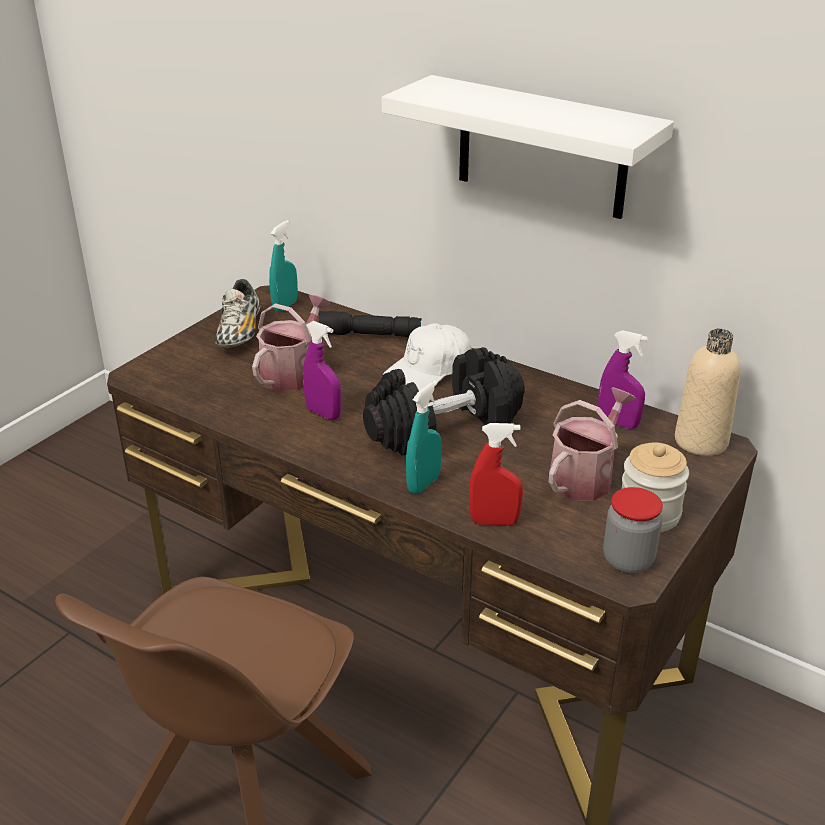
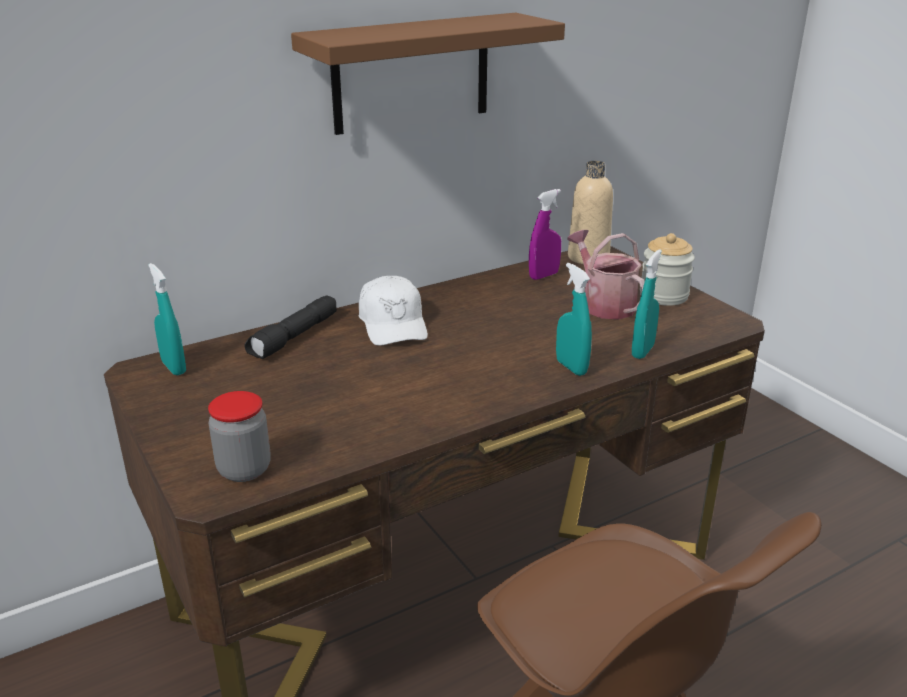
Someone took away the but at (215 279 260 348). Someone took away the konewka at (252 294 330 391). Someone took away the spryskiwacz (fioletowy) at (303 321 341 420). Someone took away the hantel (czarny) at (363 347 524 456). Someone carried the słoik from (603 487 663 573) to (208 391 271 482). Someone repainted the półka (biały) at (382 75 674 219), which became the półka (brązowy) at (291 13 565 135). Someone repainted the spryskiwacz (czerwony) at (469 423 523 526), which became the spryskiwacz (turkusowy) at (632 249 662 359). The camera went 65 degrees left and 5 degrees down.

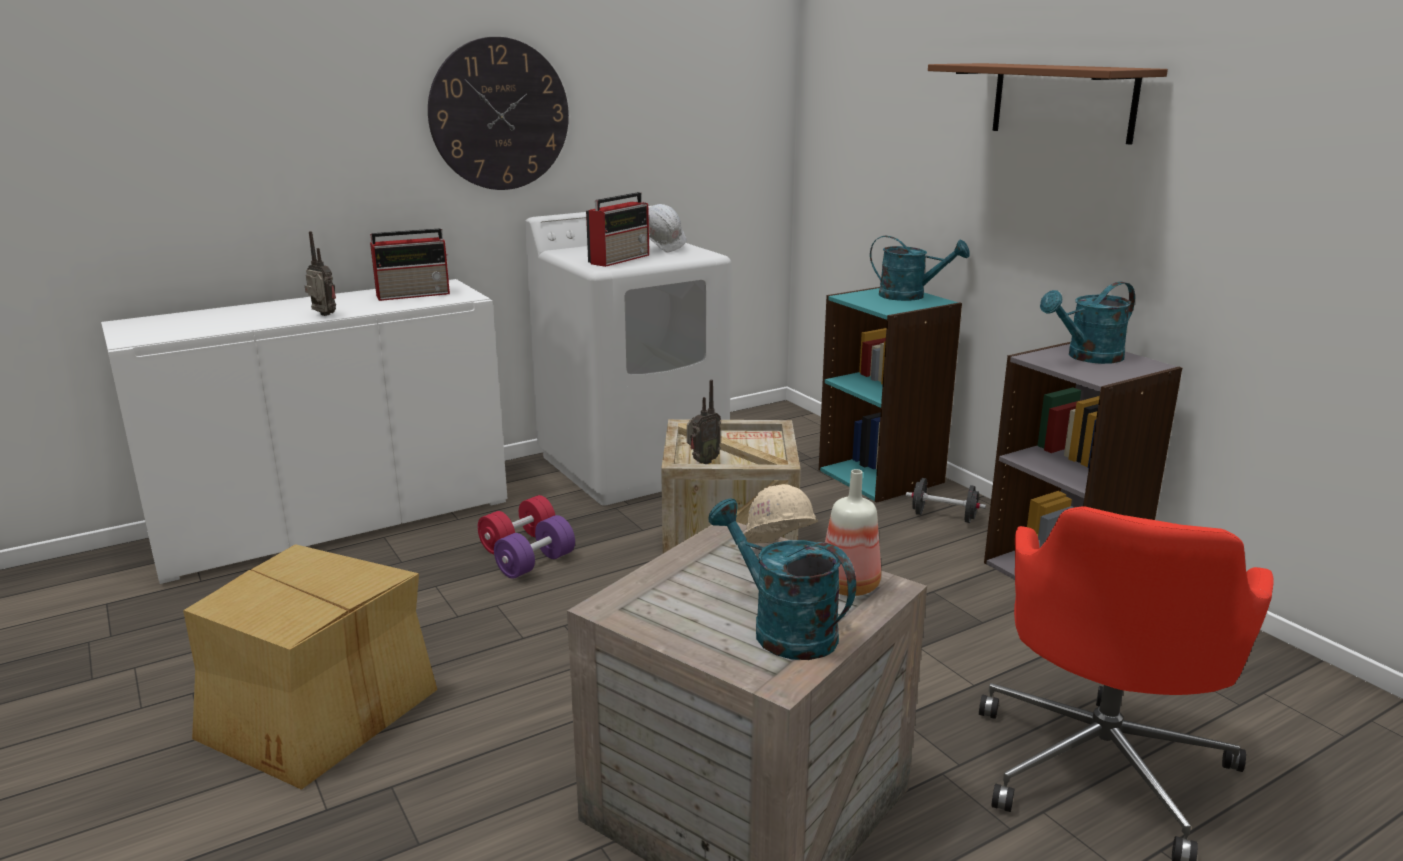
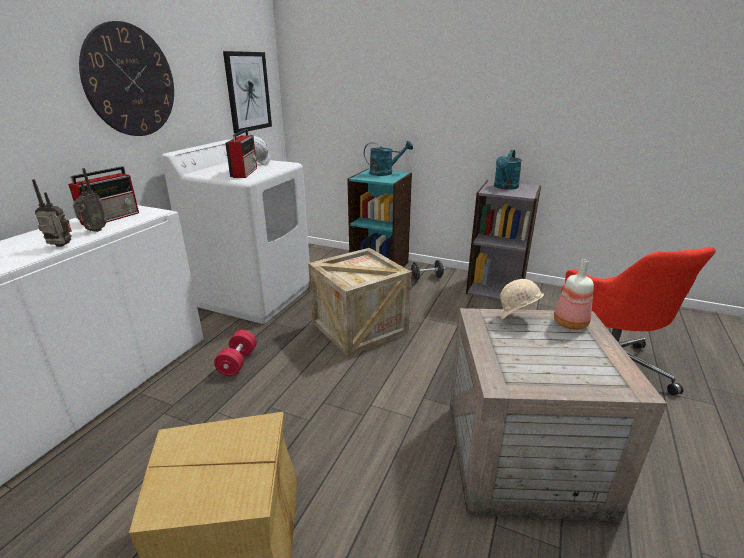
Someone took away the hantel (fioletowy) at (494 515 575 579). Someone took away the konewka (turkusowy) at (709 499 856 660). Someone took away the półka (brązowy) at (928 63 1168 145). Someone put up the obraz at (223 51 272 134). Someone carried the radio from (687 380 721 464) to (73 168 106 232). The camera went 35 degrees left and 5 degrees up.

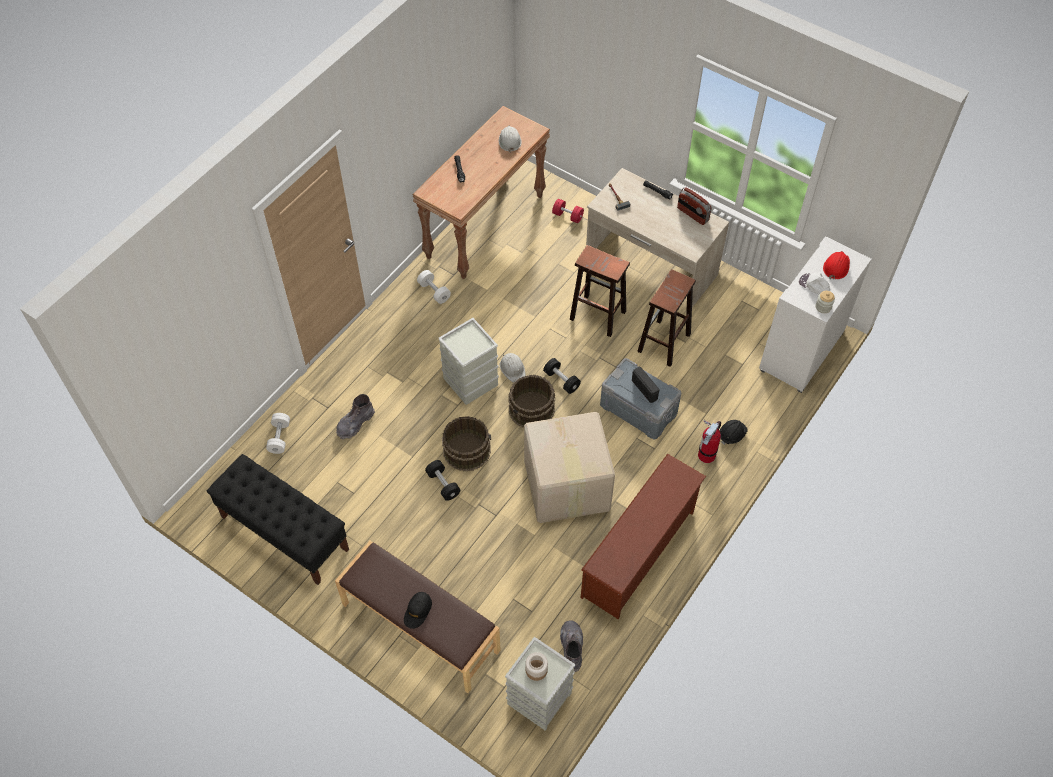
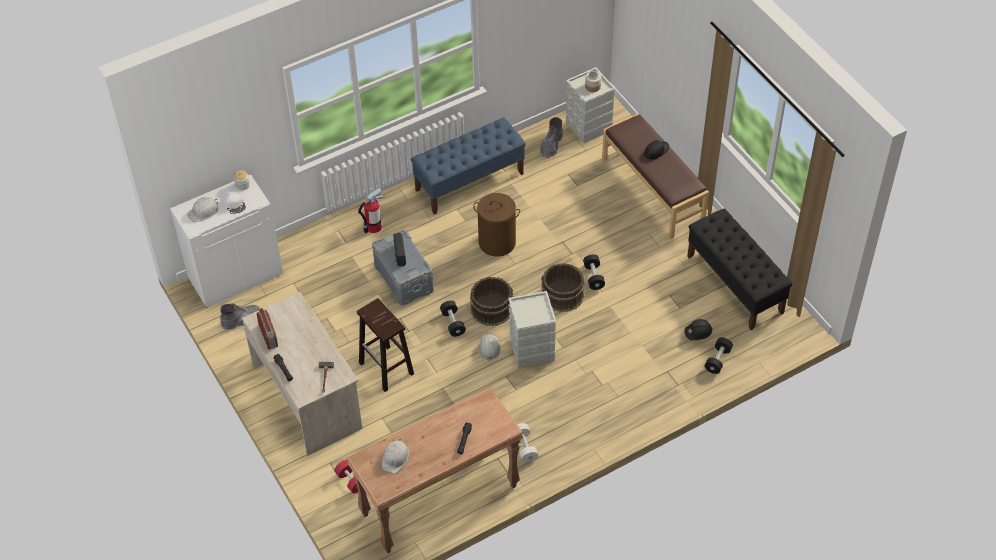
Someone took away the stołek (brązowy) at (637 269 696 367). Someone carried the but z cholewką (szary) from (336 394 375 440) to (220 303 260 330). Someone carried the kask (czarny) from (720 420 748 445) to (684 319 712 340). Someone swapped the karton at (524 412 615 523) for the kosz na pranie (brązowy) at (473 193 520 257). Someone swapped the regał na buty (brązowy) at (581 454 706 619) for the ławka (niebieski) at (411 117 526 214). Someone repainted the hantel (biały) at (266 413 290 454), which became the hantel (czarny) at (705 337 733 374). Someone repainted the kask (czerwony) at (823 251 850 280), which became the kask (biały) at (188 197 219 222). The camera went 155 degrees left and 5 degrees down.

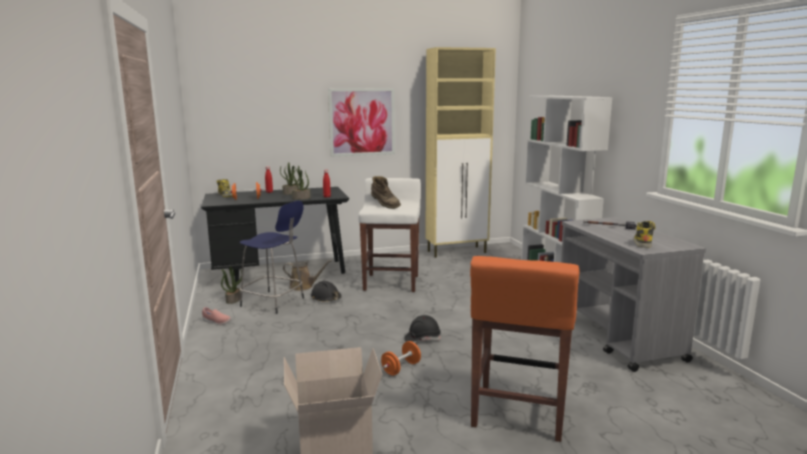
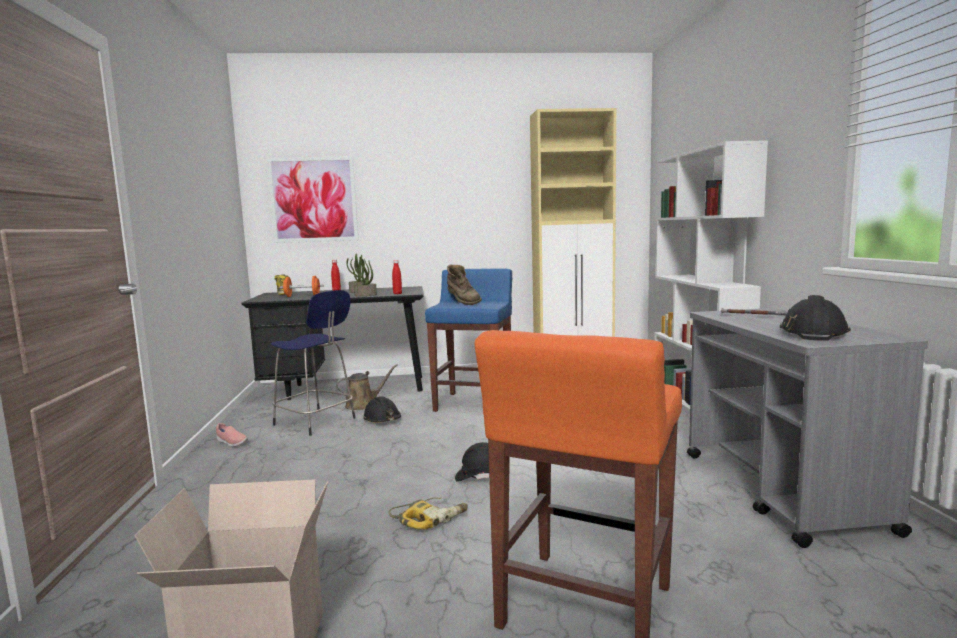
Someone took away the roślina doniczkowa at (221 266 242 304). Someone carried the obraz from (328 88 395 157) to (267 156 359 243). Someone swapped the hantel (pomarańczowy) at (381 341 421 376) for the wiertarka at (388 498 468 530). Someone swapped the but z cholewką at (634 221 655 248) for the kask (czarny) at (780 295 851 341). Someone repainted the stołek (biały) at (358 178 421 292), which became the stołek (niebieski) at (425 269 512 412). Someone rotated the konewka (brązowy) at (283 260 332 291) by 45 degrees counterclockwise. The camera went 10 degrees right and 5 degrees down.

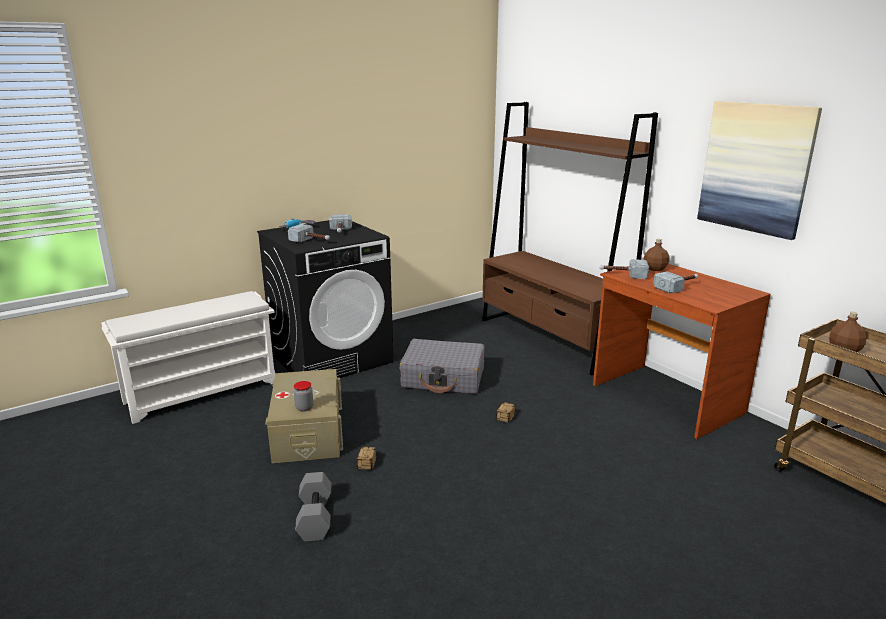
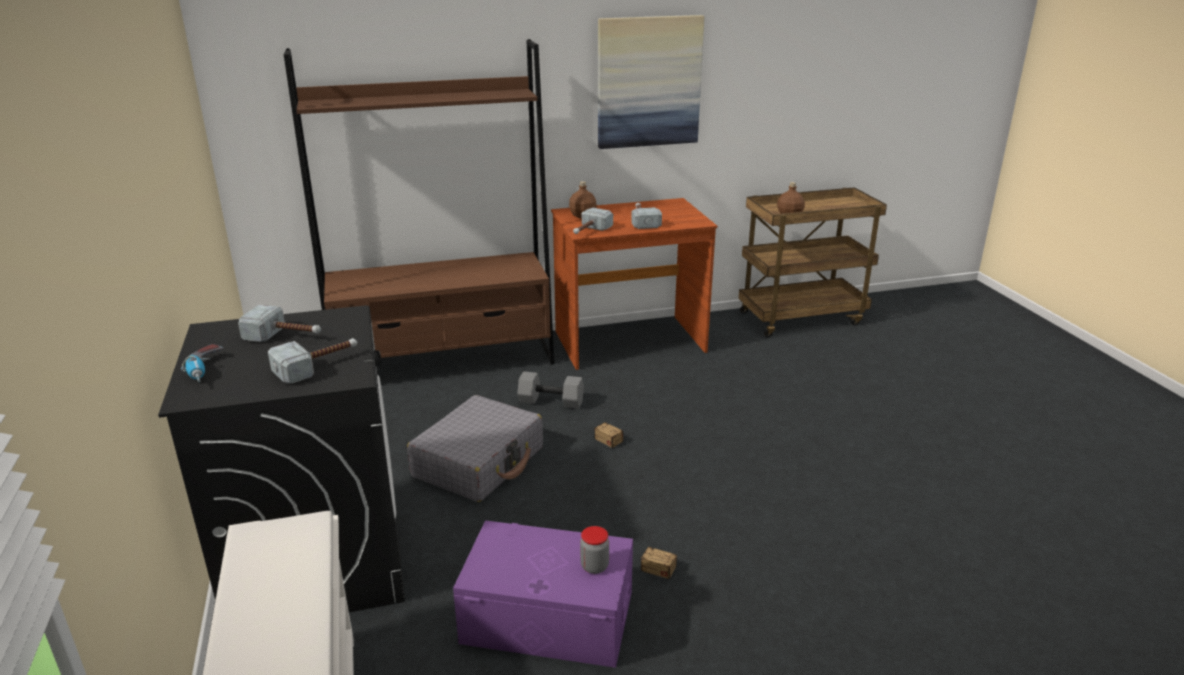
Someone carried the hantel (szary) from (295 472 331 541) to (517 371 584 409). Someone repainted the pojemnik do przechowywania (beżowy) at (265 369 343 463), which became the pojemnik do przechowywania (fioletowy) at (453 520 633 668). The camera went 70 degrees left and 5 degrees up.

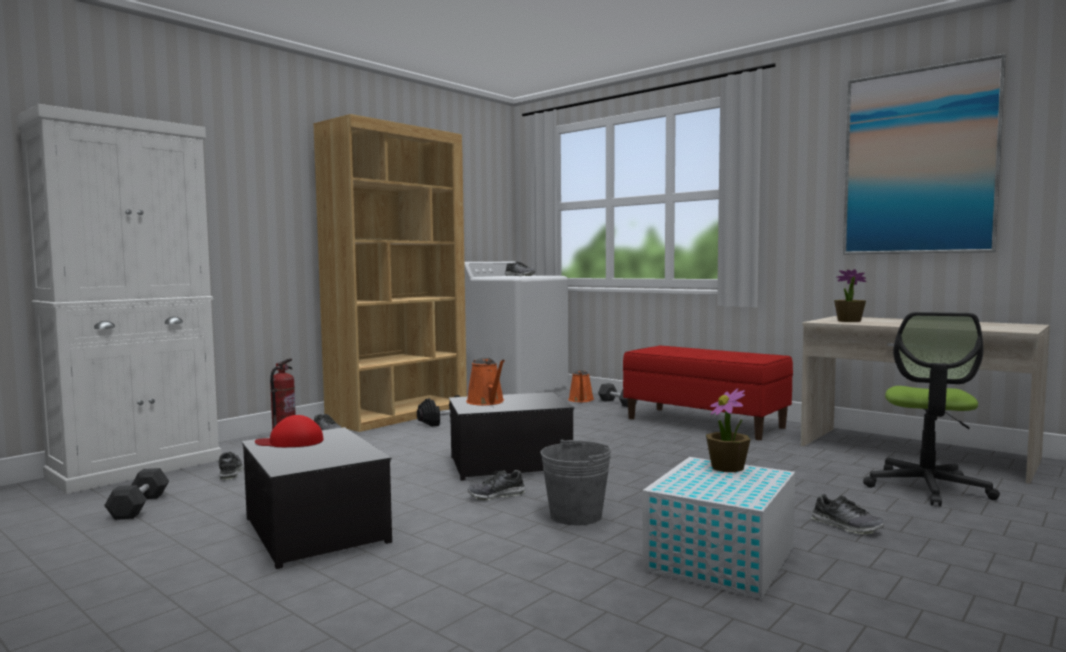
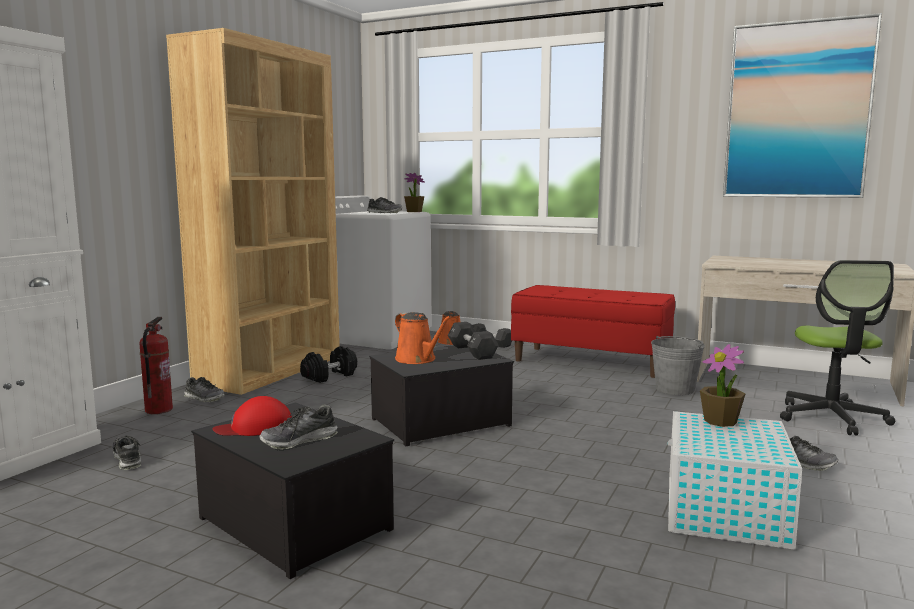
Someone carried the hantel (czarny) from (104 468 169 520) to (448 322 498 360). Someone carried the but from (468 470 525 501) to (259 405 338 450). Someone carried the wiadro (szary) from (540 439 611 525) to (651 336 705 395). Someone carried the roślina doniczkowa from (834 269 867 322) to (404 173 425 212). The camera went 15 degrees left and 5 degrees up.

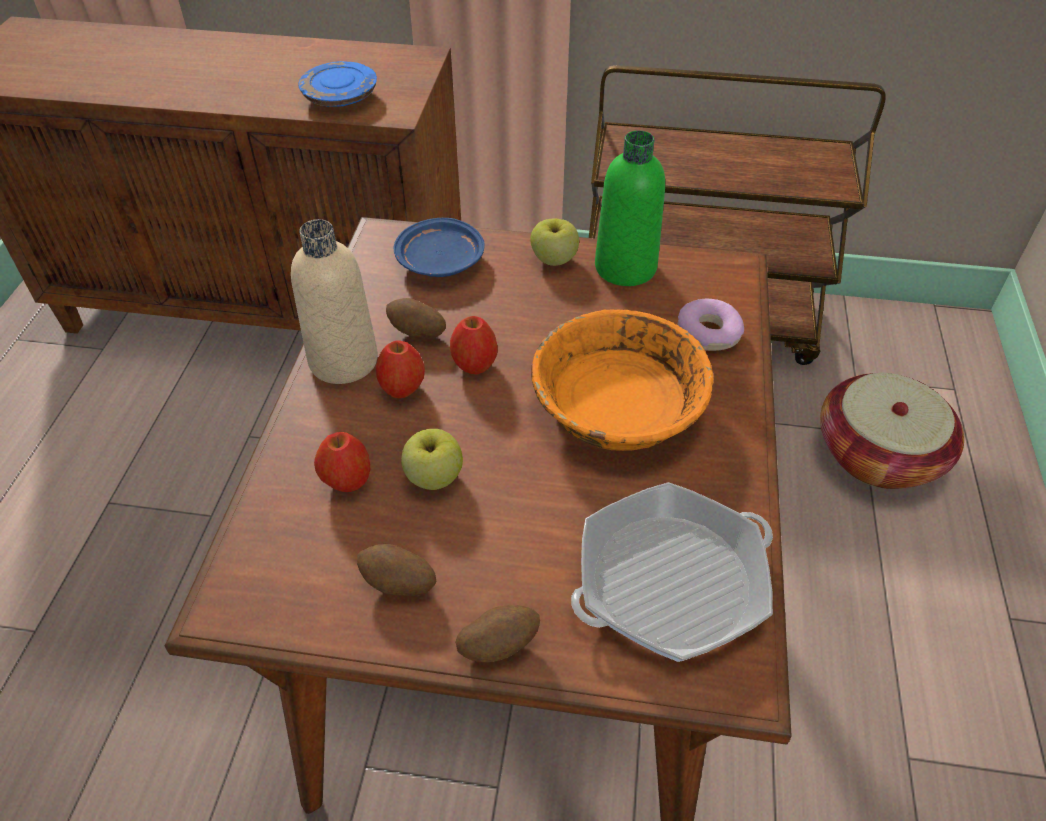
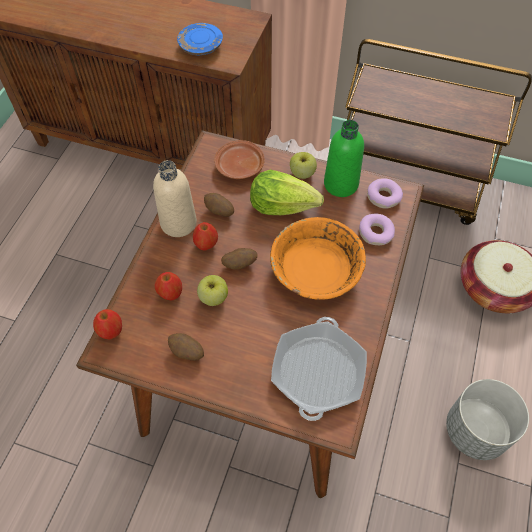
Someone put down the sałata at (250 170 324 215). Someone put down the donut at (367 178 403 209). Someone put down the donica (szary) at (446 379 529 460). Someone carried the jabłko from (450 316 498 374) to (93 309 122 339). Someone carried the ziemniak from (455 605 540 662) to (221 248 258 270). Someone repainted the talerz (niebieski) at (394 218 485 277), which became the talerz (brązowy) at (214 140 265 179). Someone rotated the patelnia at (571 482 773 662) by 60 degrees counterclockwise. The camera went 10 degrees right and 10 degrees up.

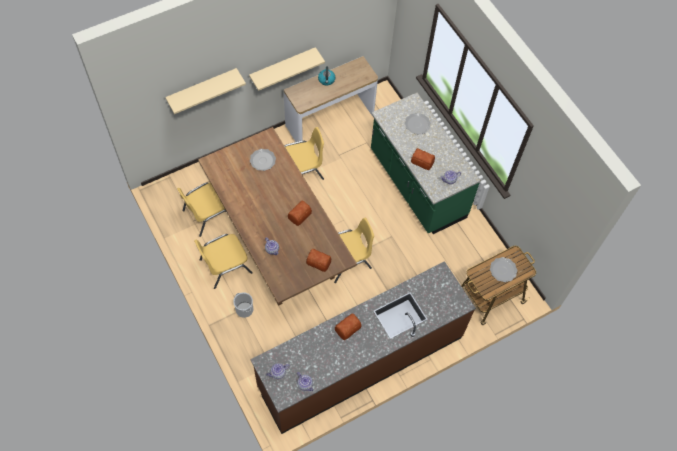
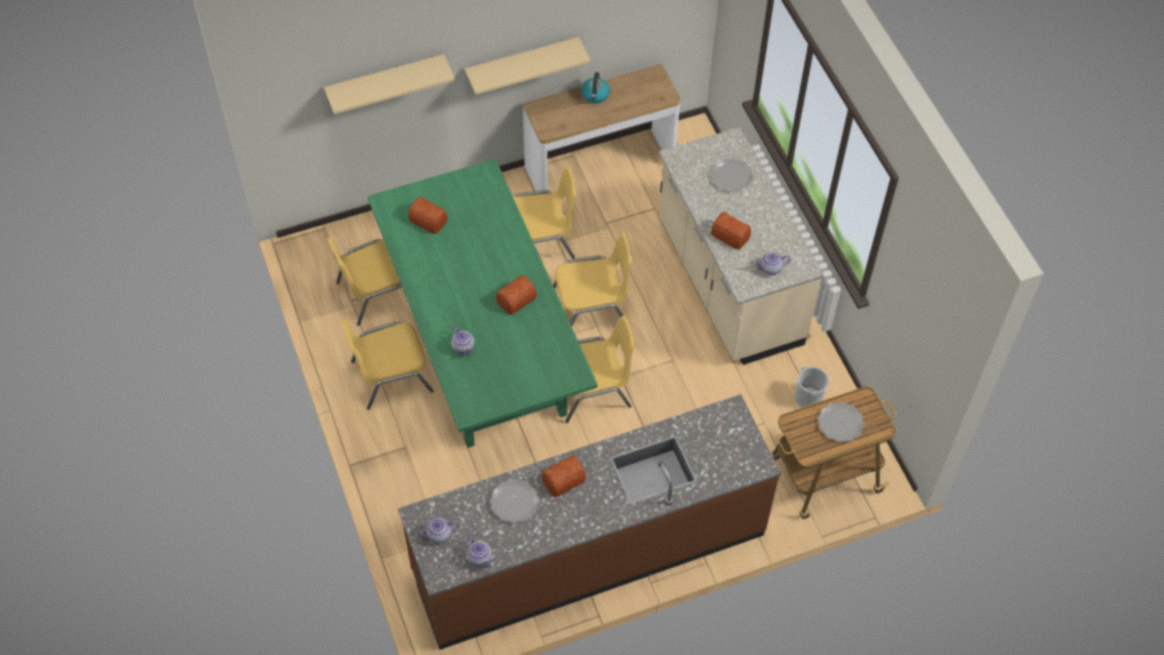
Someone put down the krzesło (żółty) at (553 234 632 327). Someone carried the wiadro from (233 292 253 318) to (795 366 829 407). Someone carried the talerz from (250 149 276 171) to (490 479 539 523). Someone carried the chleb from (306 249 331 272) to (408 197 447 234). Someone repainted the stół jadalny (brązowy) at (198 127 357 306), which became the stół jadalny (zielony) at (367 159 597 448). Someone repainted the zabudowa kuchenna (zielony) at (371 93 481 234), which became the zabudowa kuchenna (beżowy) at (659 127 823 365). The camera went 10 degrees right and 5 degrees down.

